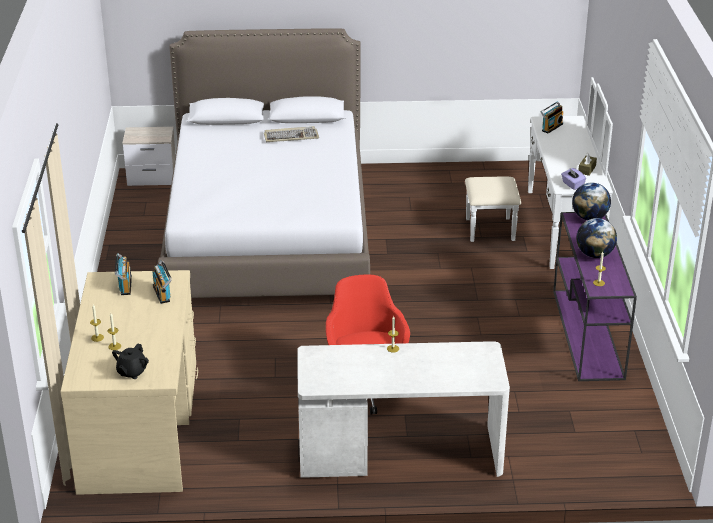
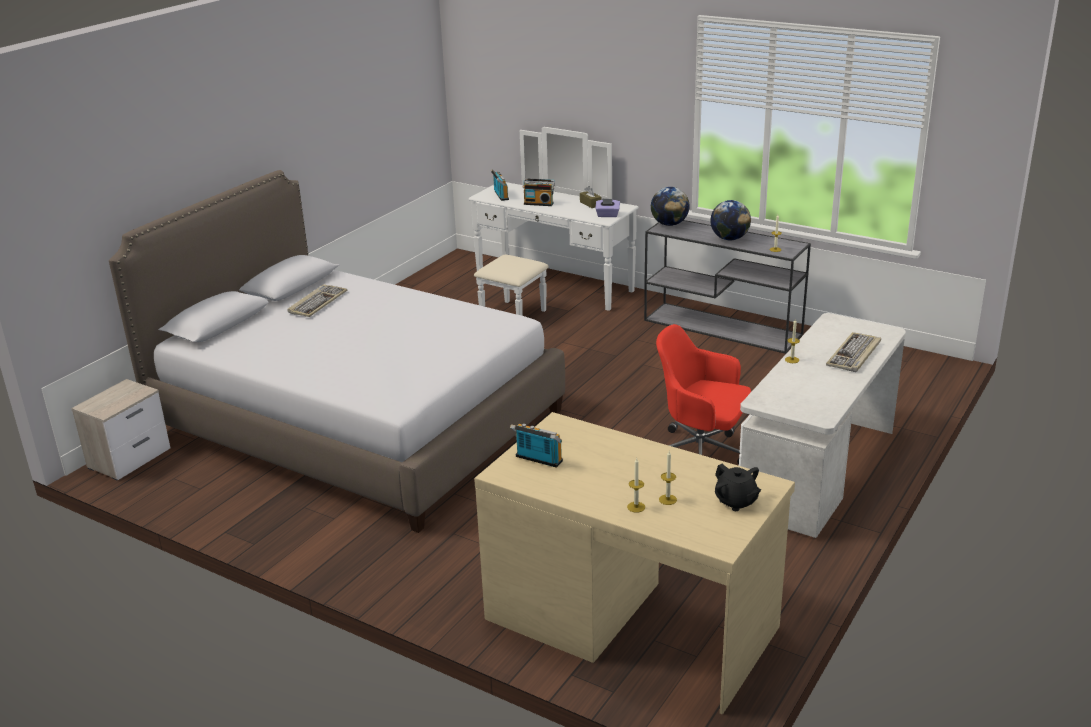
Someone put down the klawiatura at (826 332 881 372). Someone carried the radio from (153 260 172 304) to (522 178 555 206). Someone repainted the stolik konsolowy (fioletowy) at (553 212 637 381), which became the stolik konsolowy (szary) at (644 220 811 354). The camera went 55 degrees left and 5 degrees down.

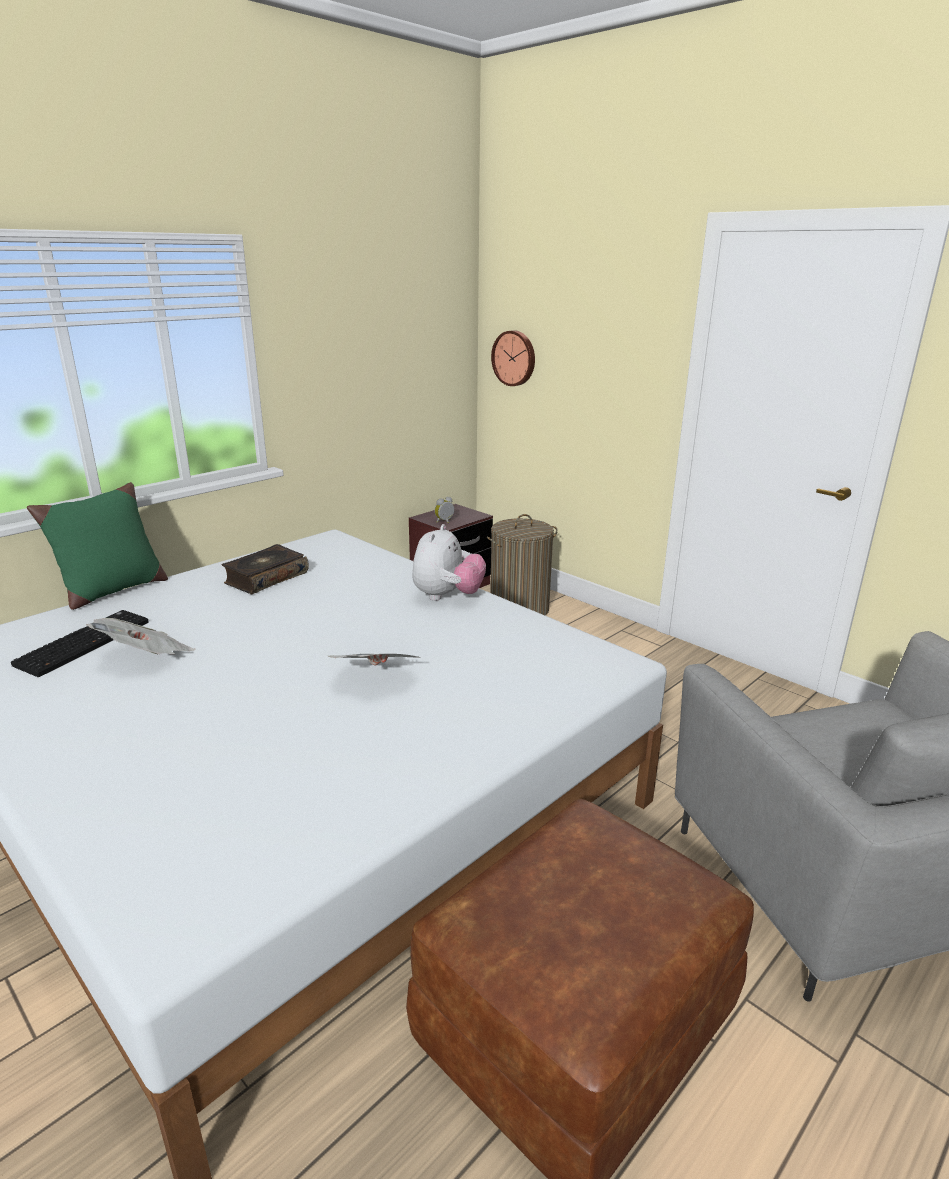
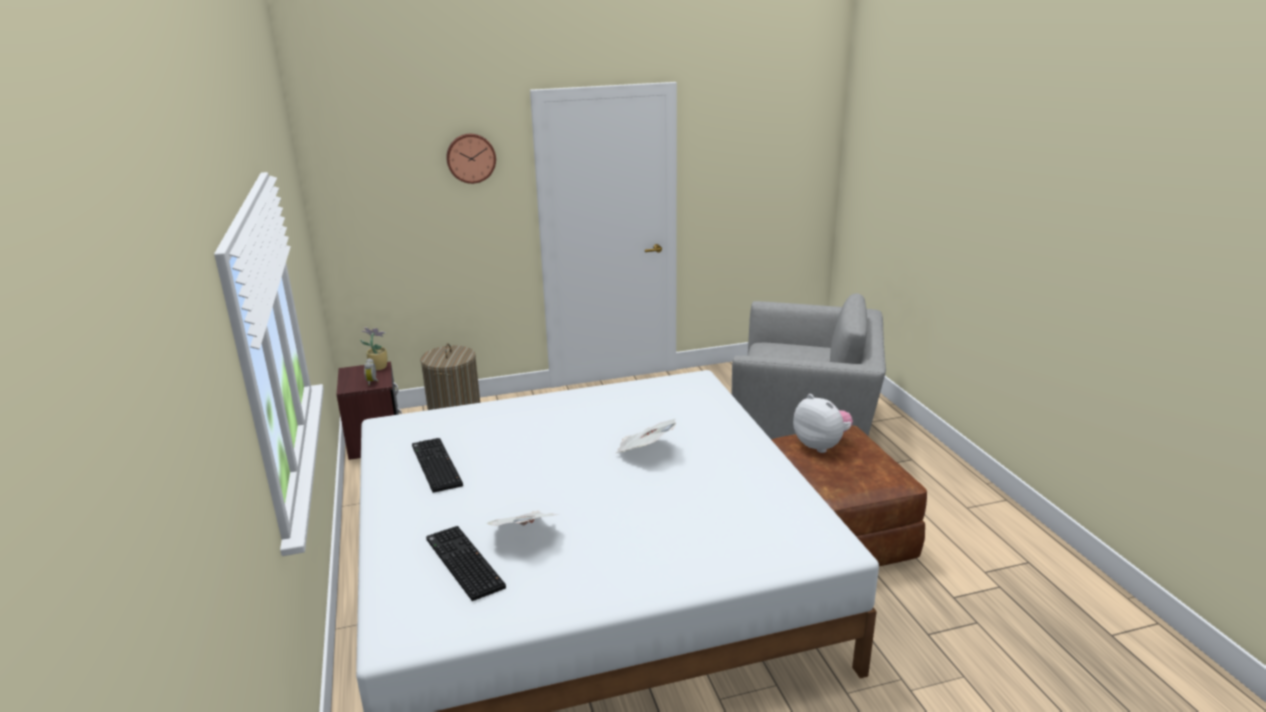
Someone took away the poduszka (zielony) at (27 482 168 610). Someone put down the roślina doniczkowa at (360 327 387 370). Someone carried the pluszak from (412 524 486 601) to (793 394 853 453). Someone carried the zegar ścienny from (491 330 535 386) to (446 134 496 184). Someone swapped the książka at (222 544 309 594) for the klawiatura at (412 438 463 493). The camera went 60 degrees left and 0 degrees up.

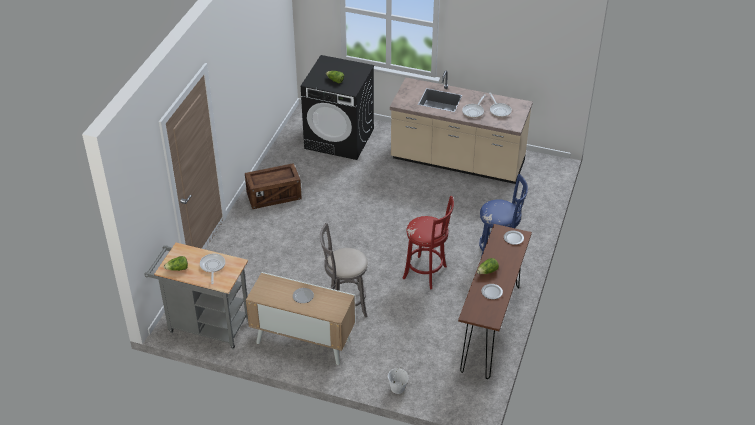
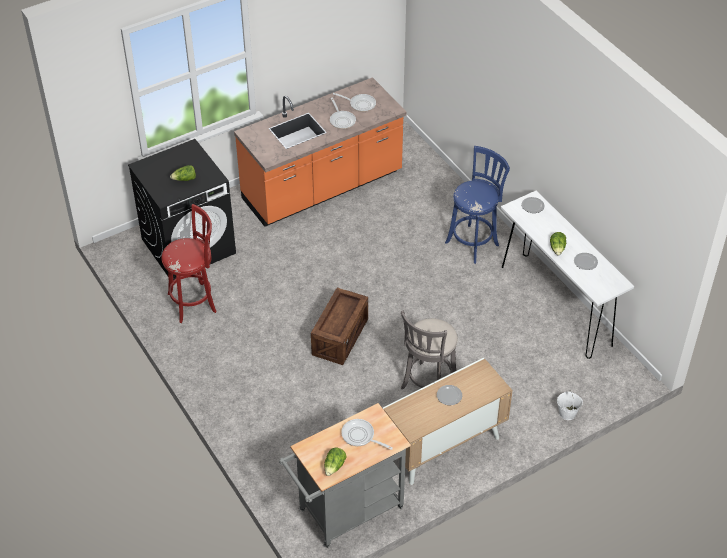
Someone carried the skrzynka from (245 163 302 209) to (311 287 368 365). Someone carried the stołek (czerwony) from (403 196 454 290) to (162 204 217 323). Someone repainted the zabudowa kuchenna (beżowy) at (390 71 533 184), which became the zabudowa kuchenna (pomarańczowy) at (234 77 407 227). Someone repainted the stolik konsolowy (brązowy) at (458 224 532 379), which became the stolik konsolowy (biały) at (501 191 634 359). The camera went 50 degrees left and 5 degrees up.

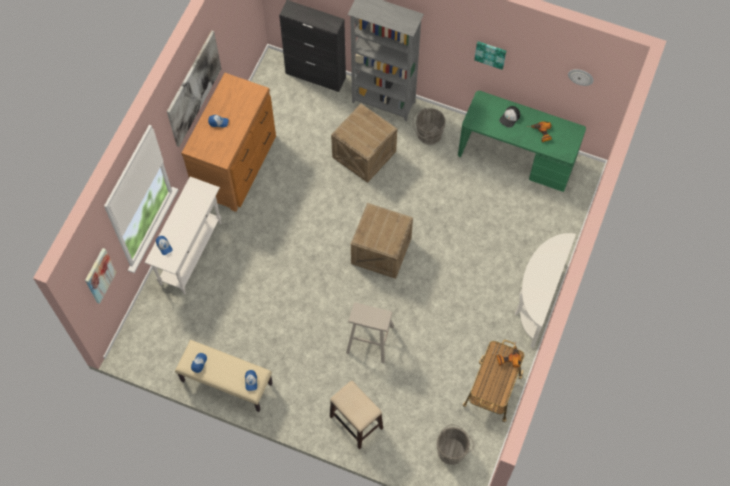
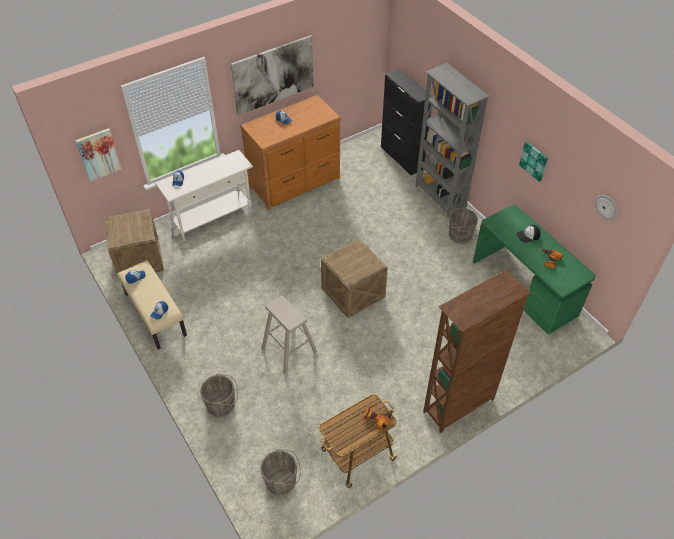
Someone carried the skrzynka from (331 104 397 183) to (104 209 164 280). Someone swapped the stołek at (330 381 383 449) for the wiadro (szary) at (200 374 238 417). Someone swapped the stolik konsolowy (biały) at (515 233 576 348) for the regał (brązowy) at (423 270 531 433). The camera went 35 degrees right and 15 degrees down.

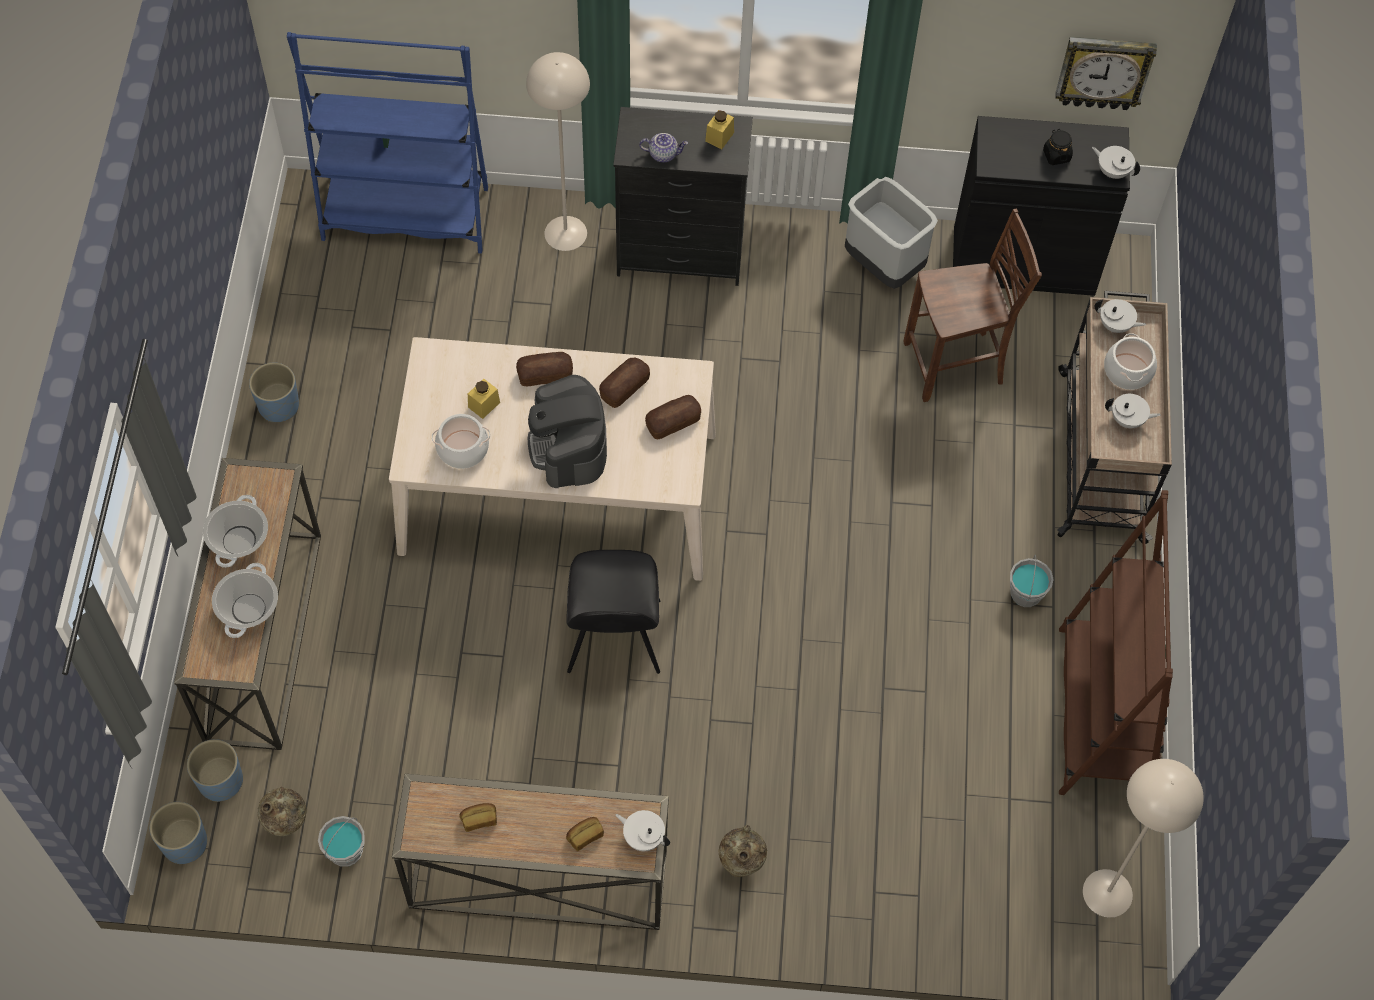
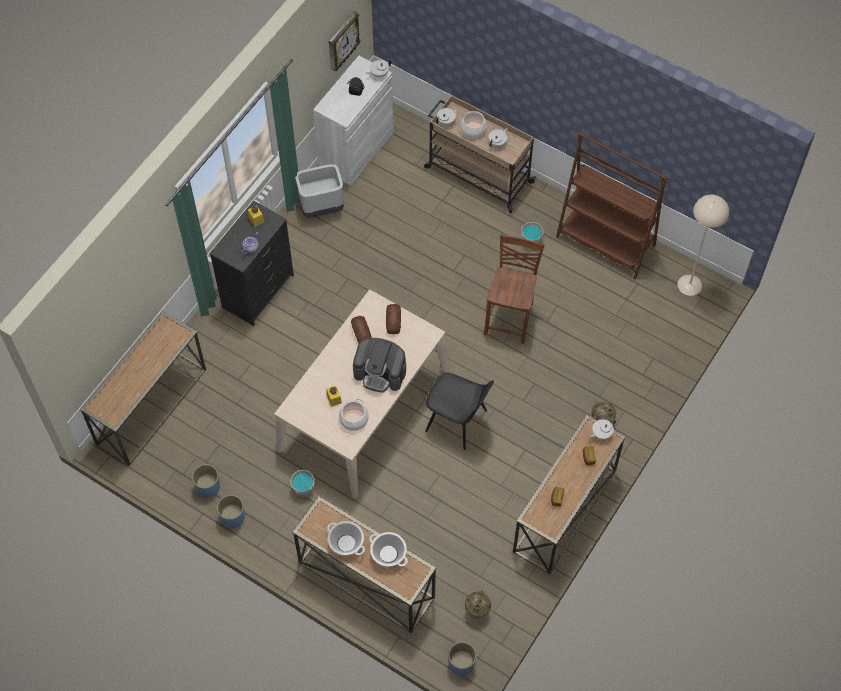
Someone took away the chleb at (516 352 573 386). Someone took away the lampa stojąca (beżowy) at (526 52 590 251). Someone carried the donica (niebieski) from (187 739 243 802) to (192 464 220 498). Someone carried the wiadro (szary) from (318 816 365 867) to (290 469 315 497). Someone carried the krzesło (brązowy) from (903 209 1042 402) to (484 234 545 344). Someone swapped the regał (niebieski) at (287 32 488 254) for the stolik konsolowy at (80 311 206 466). Someone repainted the szafka (czarny) at (953 116 1130 296), which became the szafka (biały) at (313 56 394 186). The camera went 60 degrees left and 0 degrees up.

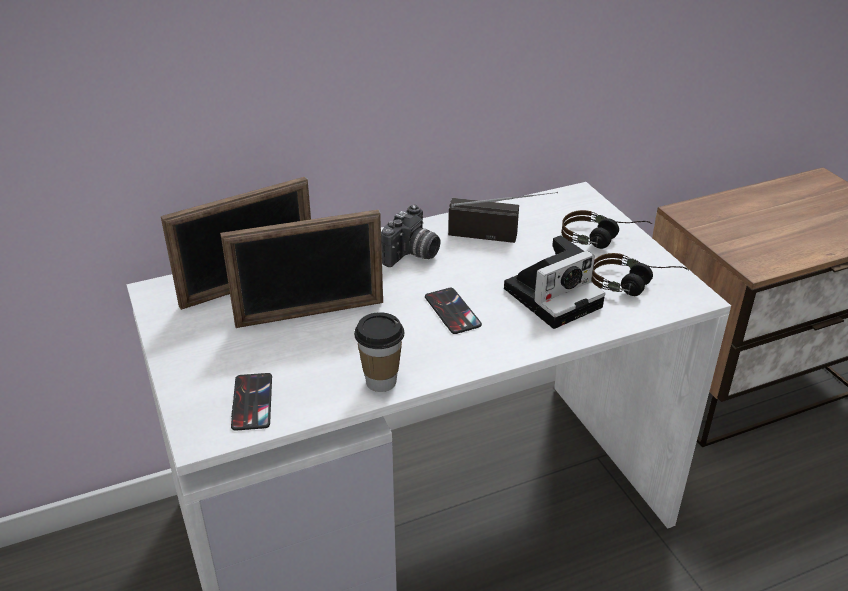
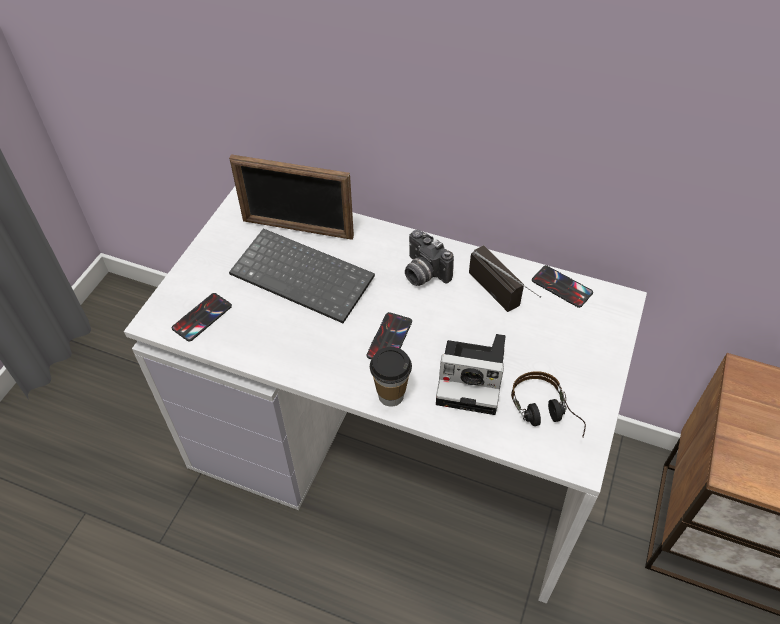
Someone took away the słuchawki at (561 210 652 249). Someone put down the telefon at (532 265 593 308). Someone carried the filiżanka from (354 312 404 392) to (370 347 412 407). Someone swapped the ramka na zdjęcie at (220 209 383 328) for the klawiatura at (229 229 375 323). Someone rotated the aparat fotograficzny at (381 205 441 267) by 60 degrees clockwise. The camera went 45 degrees right and 15 degrees up.

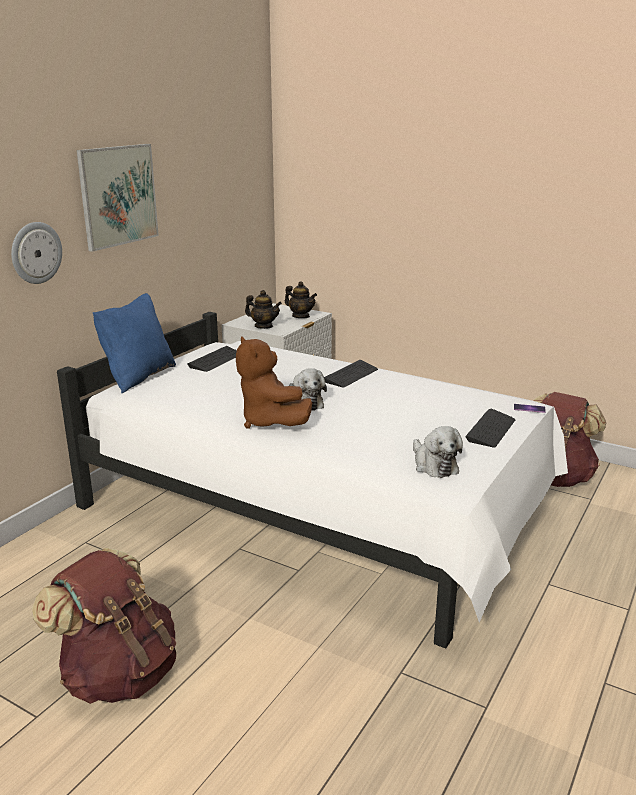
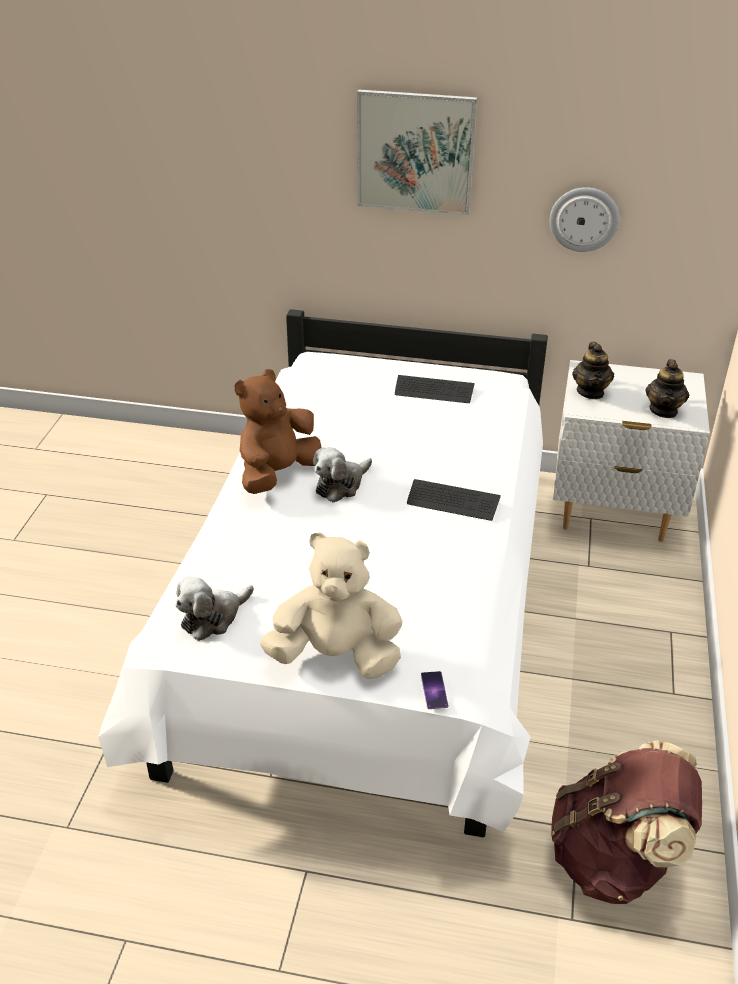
Someone took away the plecak (brązowy) at (32 548 176 704). Someone took away the poduszka (niebieski) at (93 293 176 393). Someone carried the zegar ścienny from (11 222 62 284) to (550 187 619 252). Someone swapped the klawiatura at (465 409 515 448) for the pluszak (beżowy) at (260 532 403 679). The camera went 70 degrees right and 15 degrees up.

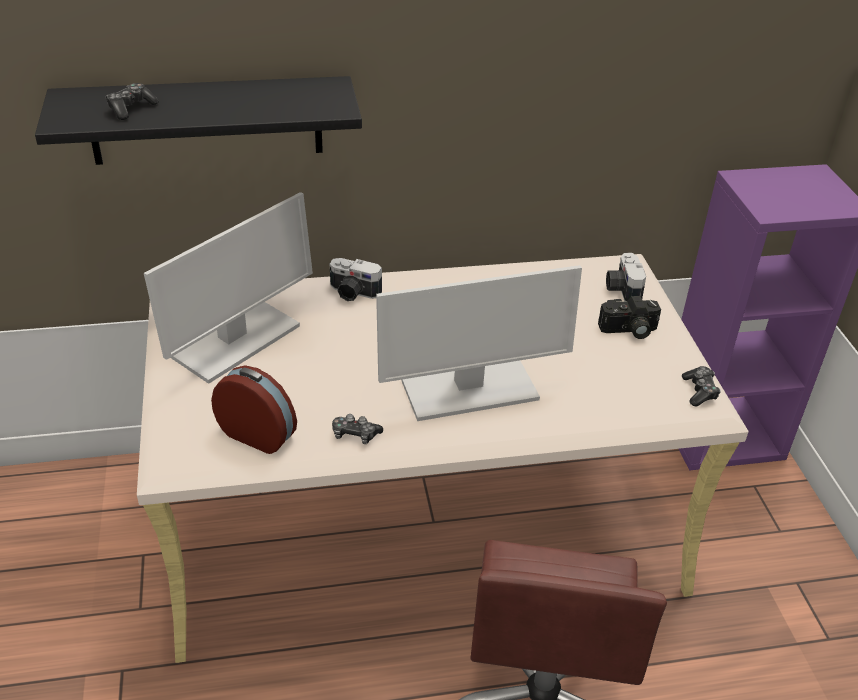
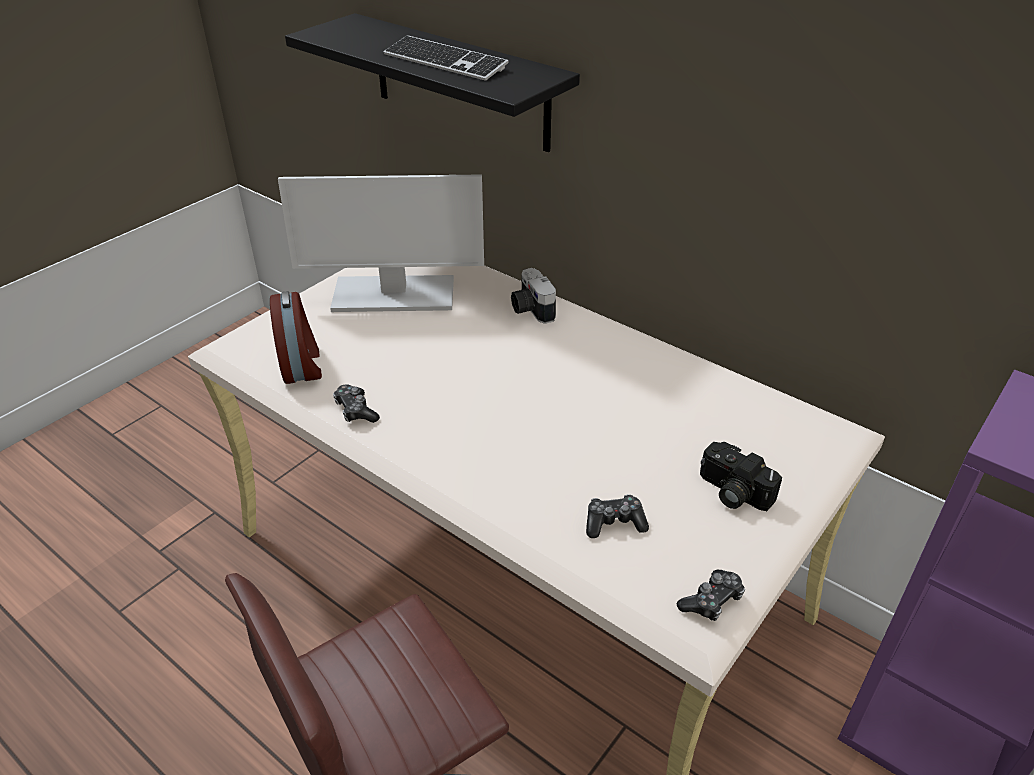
Someone took away the monitor at (376 265 582 421). Someone took away the aparat fotograficzny at (606 253 646 301). Someone put down the klawiatura at (383 35 509 81). Someone carried the pad do gier from (105 83 159 120) to (586 494 649 538). The camera went 50 degrees right and 0 degrees up.

